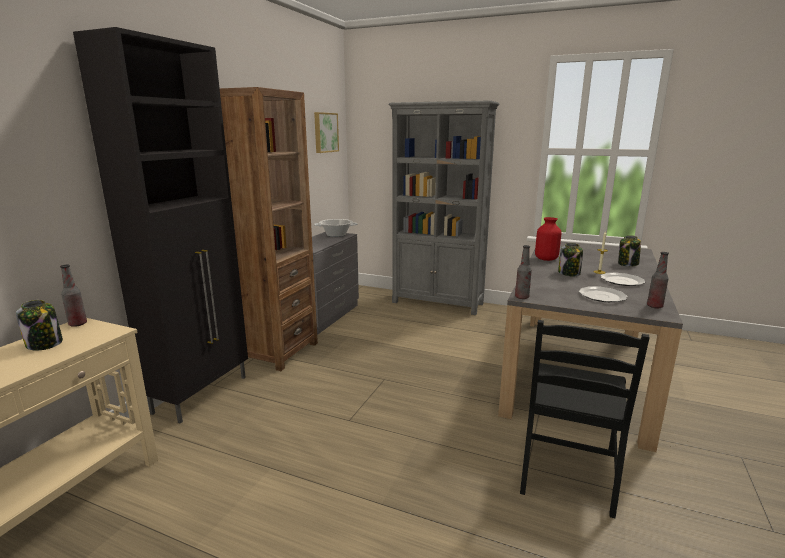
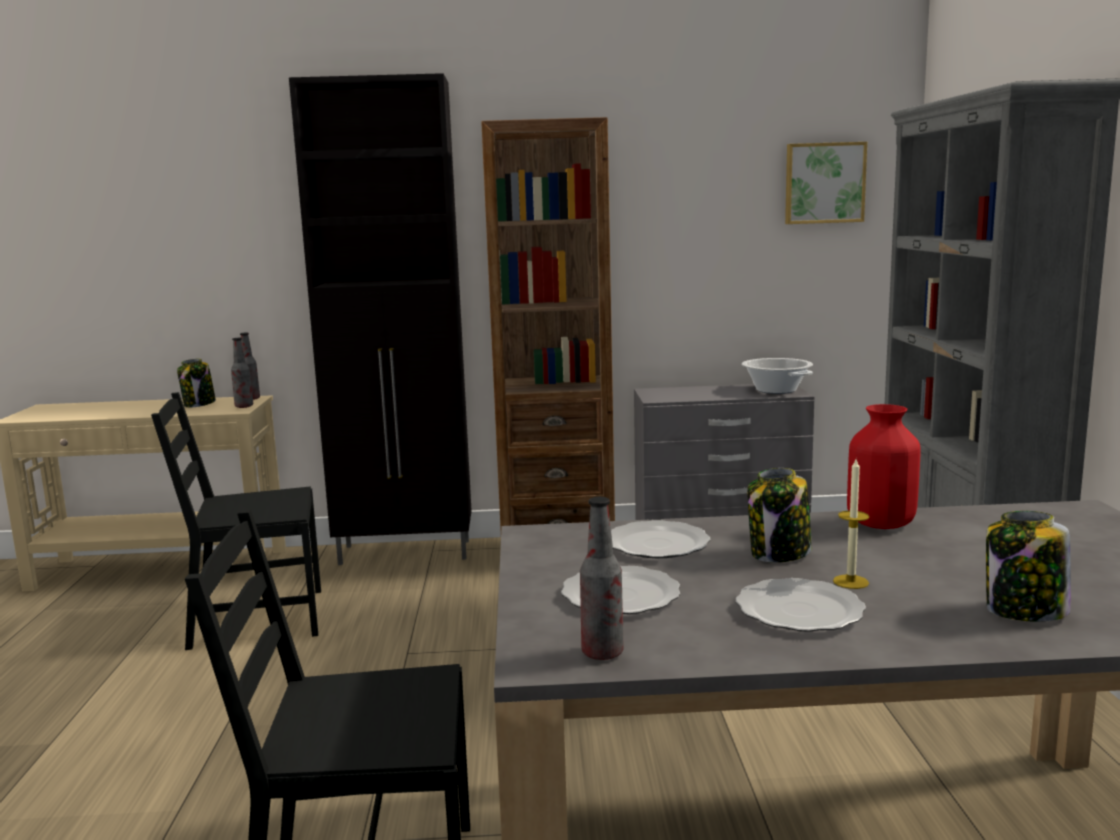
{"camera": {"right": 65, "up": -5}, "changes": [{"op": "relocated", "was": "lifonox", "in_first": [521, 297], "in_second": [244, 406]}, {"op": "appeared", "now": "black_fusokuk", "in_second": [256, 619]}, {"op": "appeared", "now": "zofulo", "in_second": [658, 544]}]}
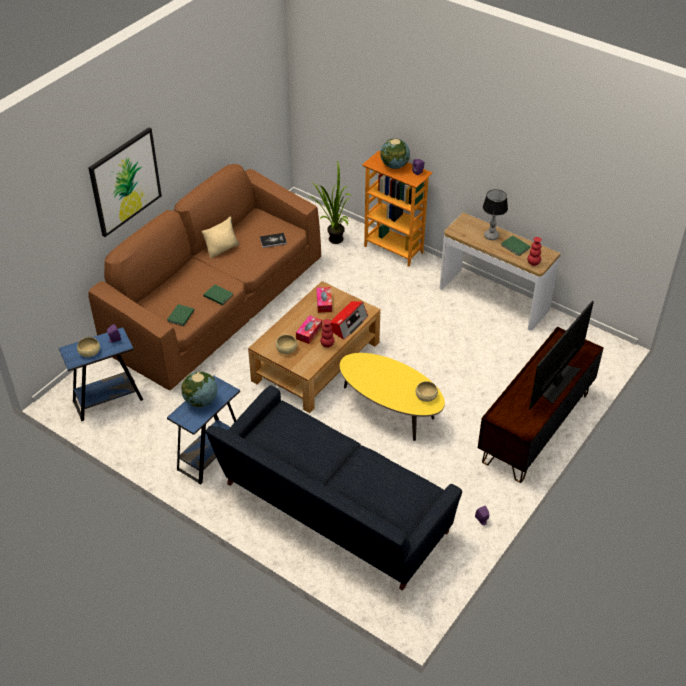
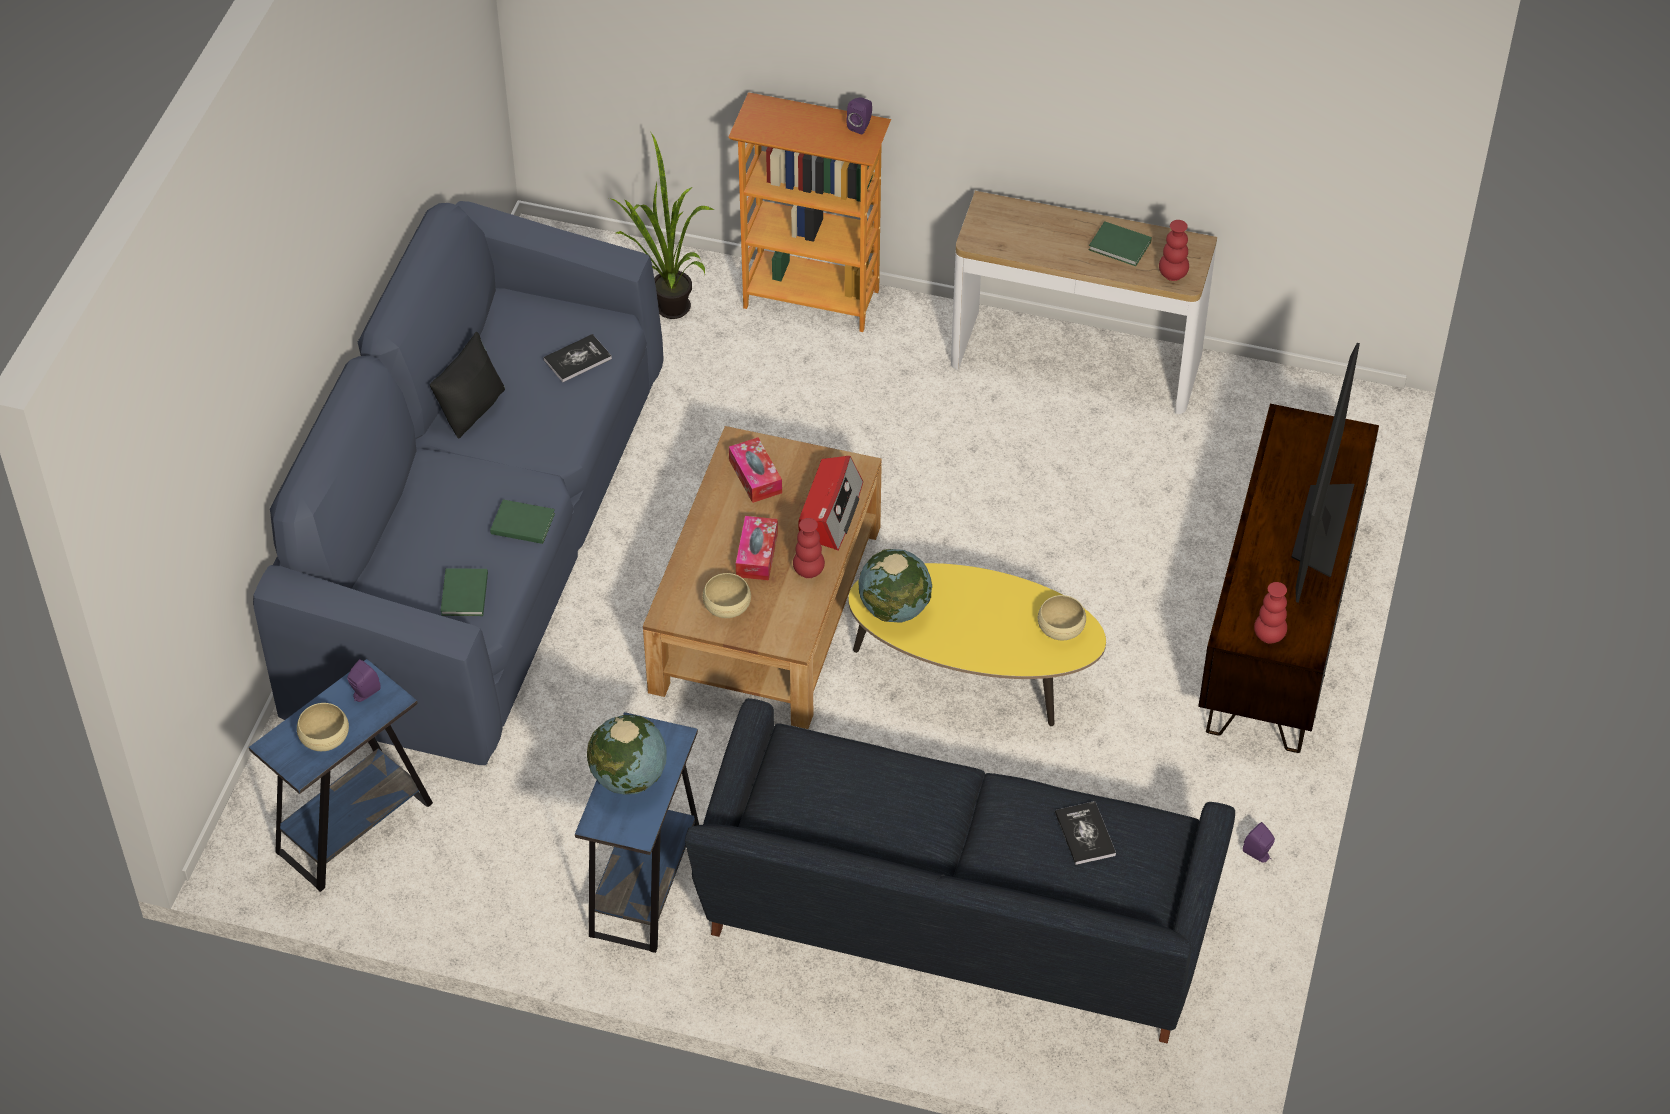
{"camera": {"right": -20, "up": 5}, "changes": [{"op": "missing", "was": "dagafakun", "in_first": [125, 181]}, {"op": "relocated", "was": "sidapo", "in_first": [394, 166], "in_second": [894, 609]}, {"op": "colour", "was": "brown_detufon", "now": "blue_detufon", "in_first": [216, 304], "in_second": [480, 536]}, {"op": "missing", "was": "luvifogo", "in_first": [491, 236]}, {"op": "colour", "was": "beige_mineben", "now": "black_mineben", "in_first": [222, 249], "in_second": [472, 409]}, {"op": "appeared", "now": "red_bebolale", "in_second": [1269, 636]}, {"op": "appeared", "now": "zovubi", "in_second": [1085, 834]}]}
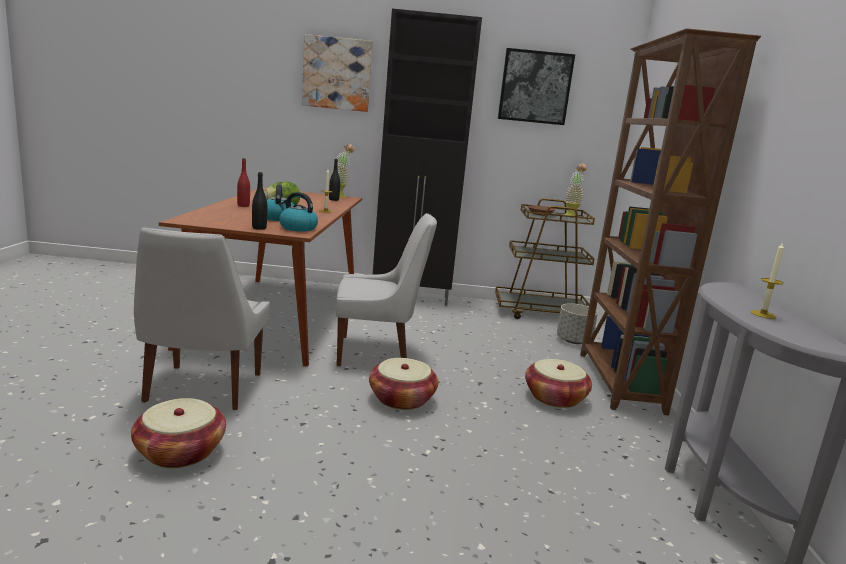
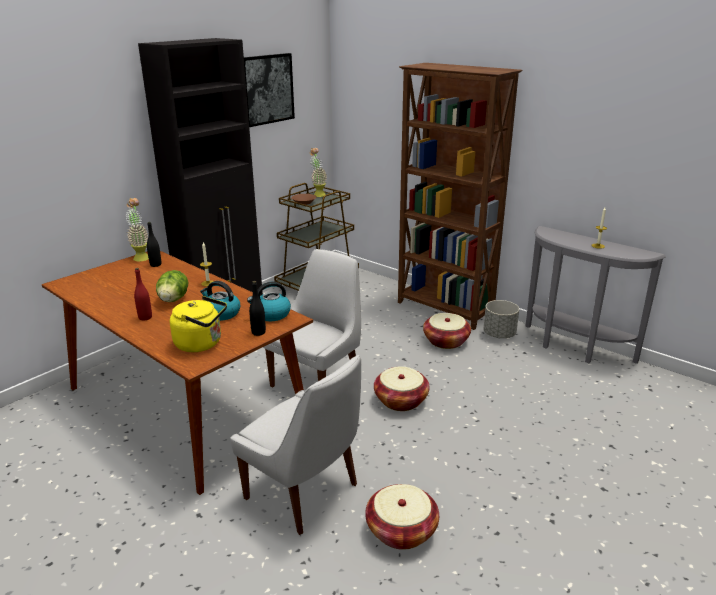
{"camera": {"right": -50, "up": 10}, "changes": [{"op": "missing", "was": "dagafakun", "in_first": [337, 73]}, {"op": "relocated", "was": "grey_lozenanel", "in_first": [573, 341], "in_second": [499, 334]}, {"op": "appeared", "now": "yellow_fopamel", "in_second": [201, 344]}]}
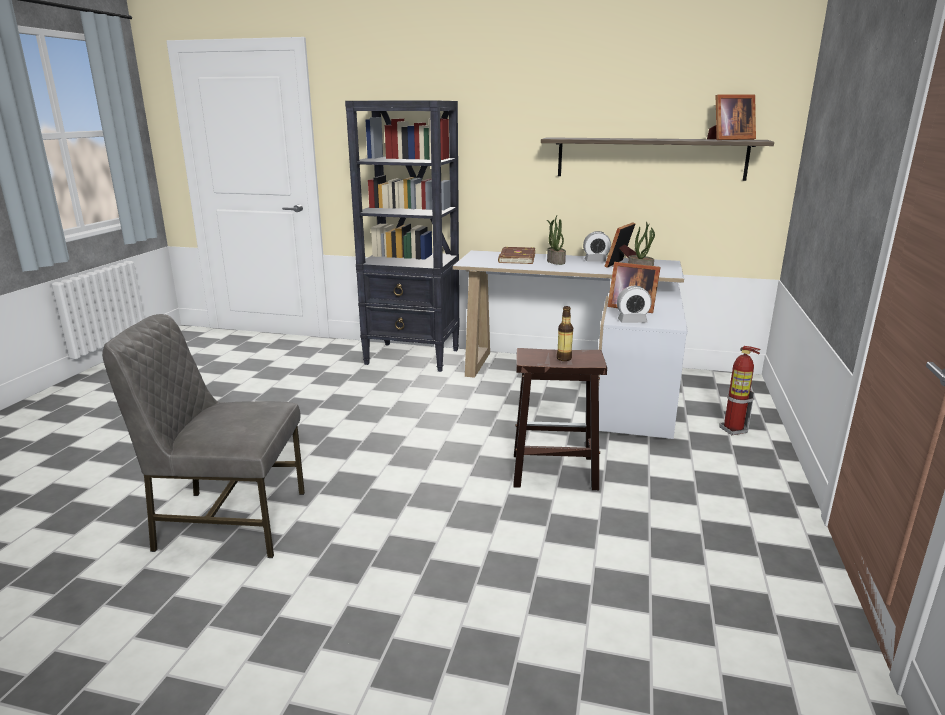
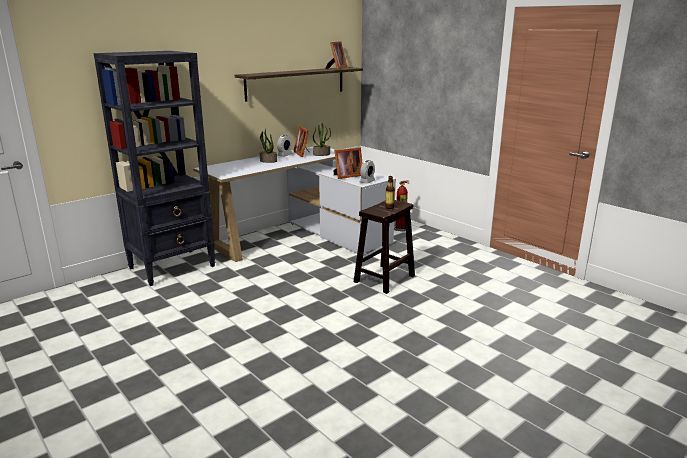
{"camera": {"right": -55, "up": 0}, "changes": [{"op": "missing", "was": "brown_zovubi", "in_first": [516, 258]}, {"op": "missing", "was": "grey_fusokuk", "in_first": [229, 521]}]}
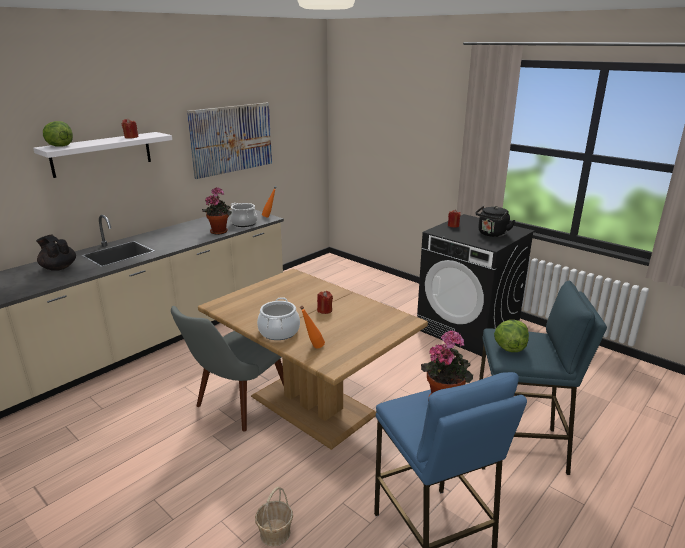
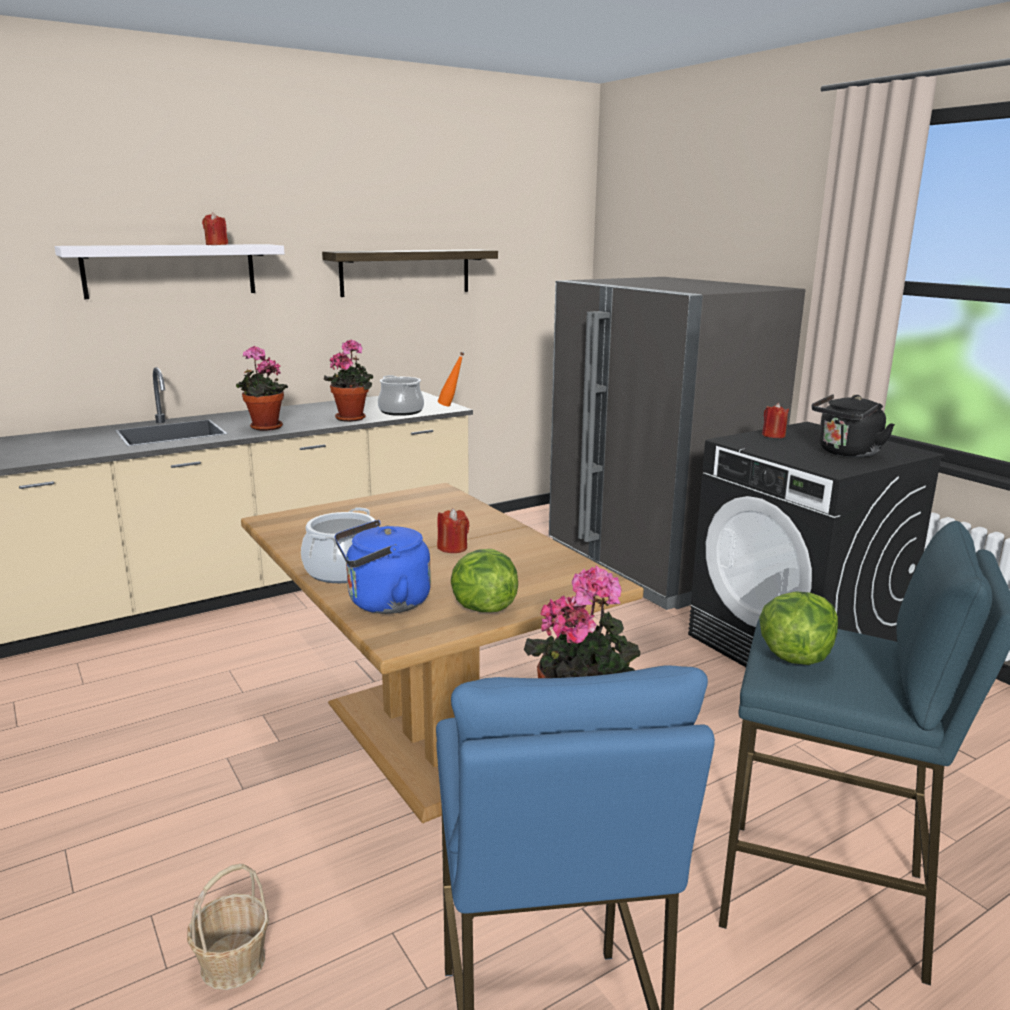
{"camera": {"right": 15, "up": -5}, "changes": [{"op": "exchanged", "was": "dagafakun", "now": "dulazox", "in_first": [231, 139], "in_second": [406, 272]}, {"op": "relocated", "was": "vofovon", "in_first": [59, 146], "in_second": [482, 608]}, {"op": "missing", "was": "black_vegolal", "in_first": [58, 268]}, {"op": "missing", "was": "grey_fusokuk", "in_first": [235, 407]}, {"op": "exchanged", "was": "orange_lifonox", "now": "blue_fopamel", "in_first": [312, 348], "in_second": [384, 603]}, {"op": "appeared", "now": "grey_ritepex", "in_second": [654, 565]}, {"op": "appeared", "now": "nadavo", "in_second": [263, 428]}]}
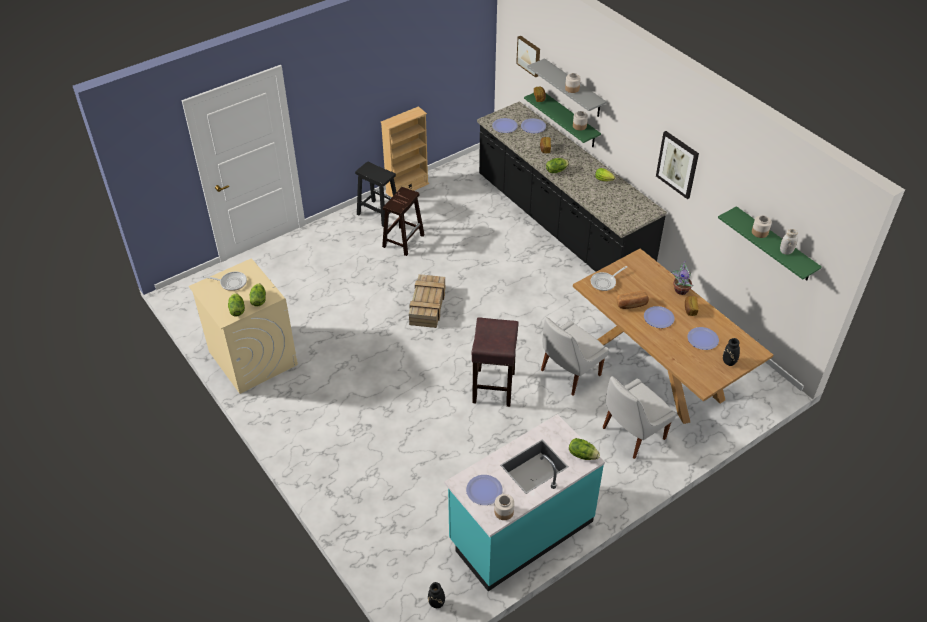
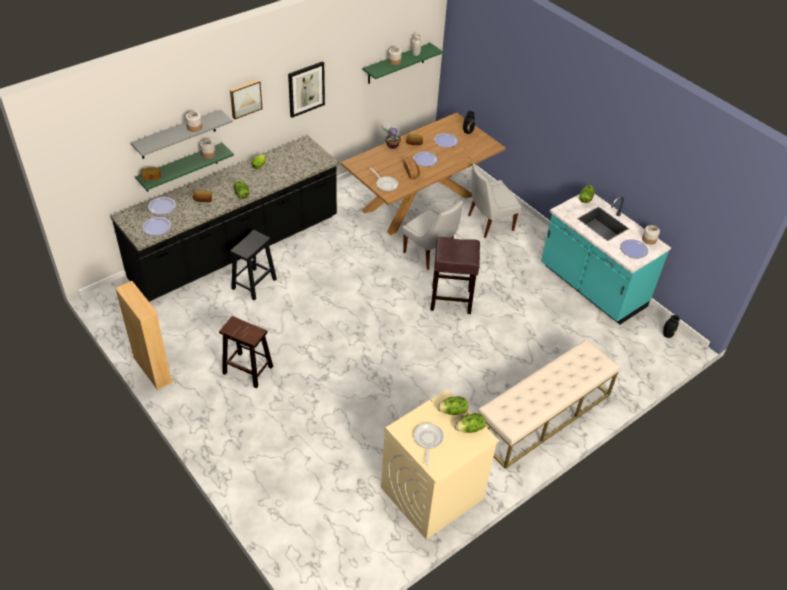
{"camera": {"right": -95, "up": 0}, "changes": [{"op": "relocated", "was": "dagafakun", "in_first": [529, 55], "in_second": [245, 98]}, {"op": "relocated", "was": "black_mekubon", "in_first": [378, 213], "in_second": [254, 284]}, {"op": "missing", "was": "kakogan", "in_first": [427, 305]}, {"op": "spun", "was": "white_fusokuk", "in_first": [631, 434], "in_second": [488, 223], "clockwise": 105}, {"op": "appeared", "now": "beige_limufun", "in_second": [543, 415]}]}
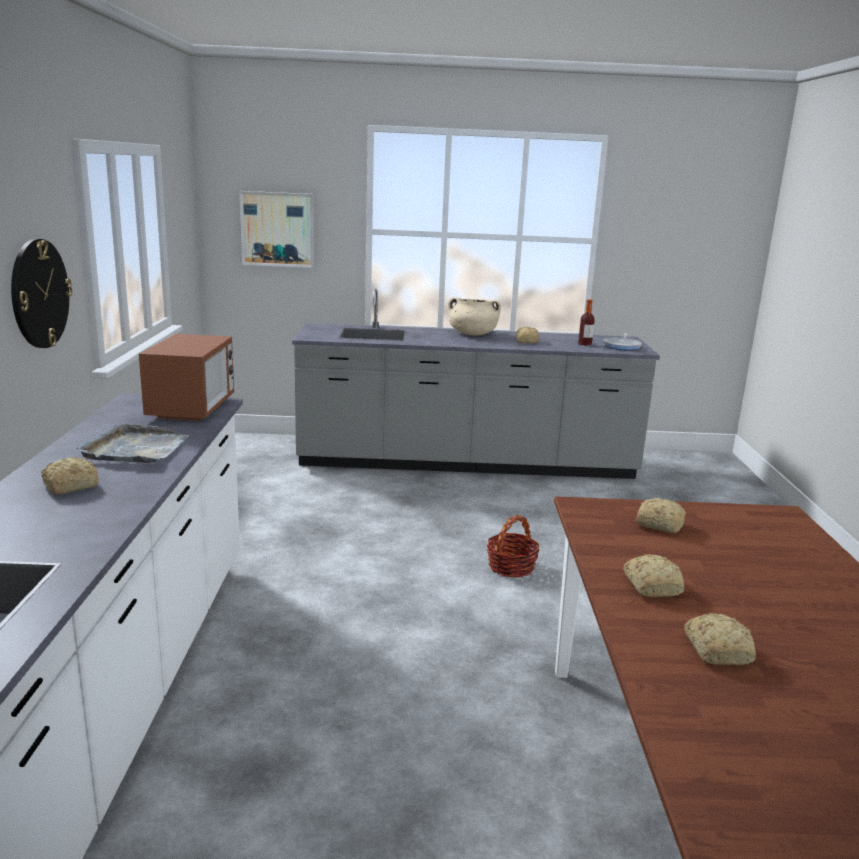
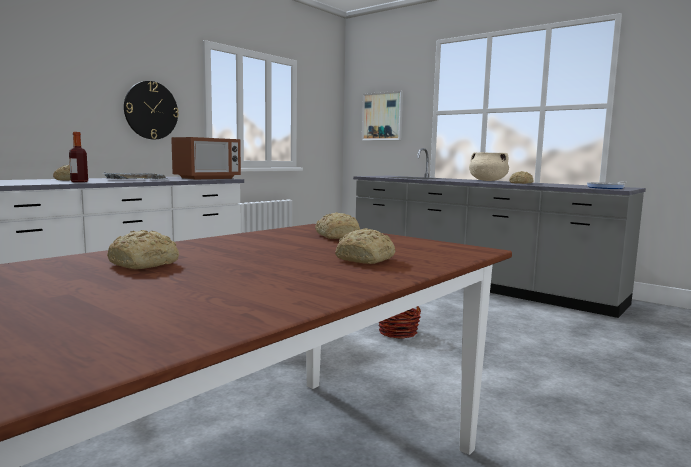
{"camera": {"right": 40, "up": -10}, "changes": [{"op": "relocated", "was": "lifonox", "in_first": [584, 344], "in_second": [79, 181]}, {"op": "relocated", "was": "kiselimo", "in_first": [652, 586], "in_second": [366, 259]}]}
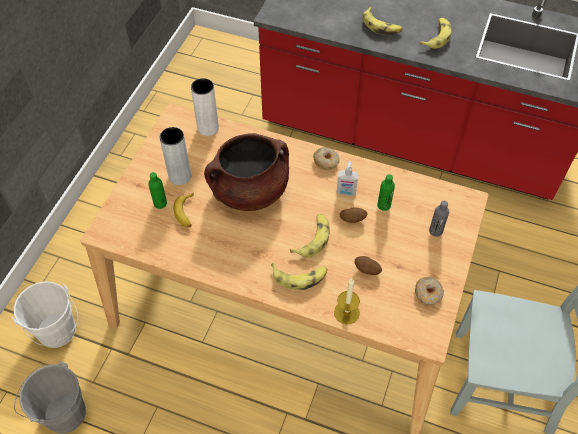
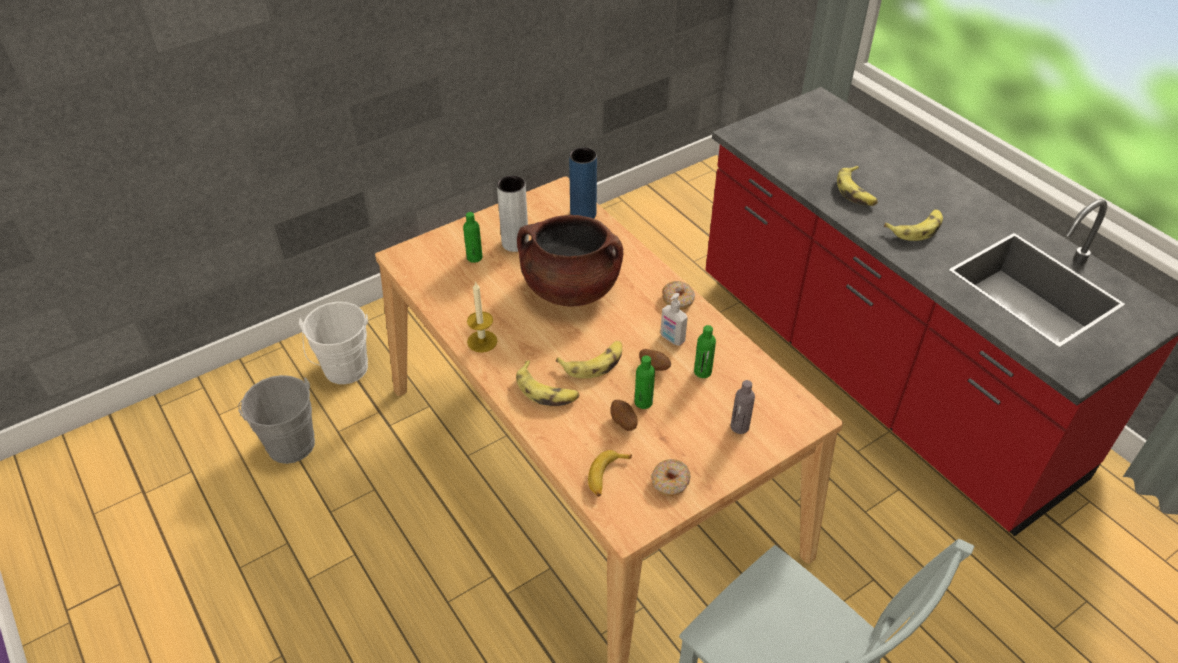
{"camera": {"right": 35, "up": -10}, "changes": [{"op": "colour", "was": "white_bebolale", "now": "blue_bebolale", "in_first": [208, 128], "in_second": [583, 214]}, {"op": "relocated", "was": "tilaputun", "in_first": [186, 213], "in_second": [607, 476]}, {"op": "relocated", "was": "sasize", "in_first": [346, 312], "in_second": [482, 341]}, {"op": "appeared", "now": "green_lifonox", "in_second": [643, 402]}]}
